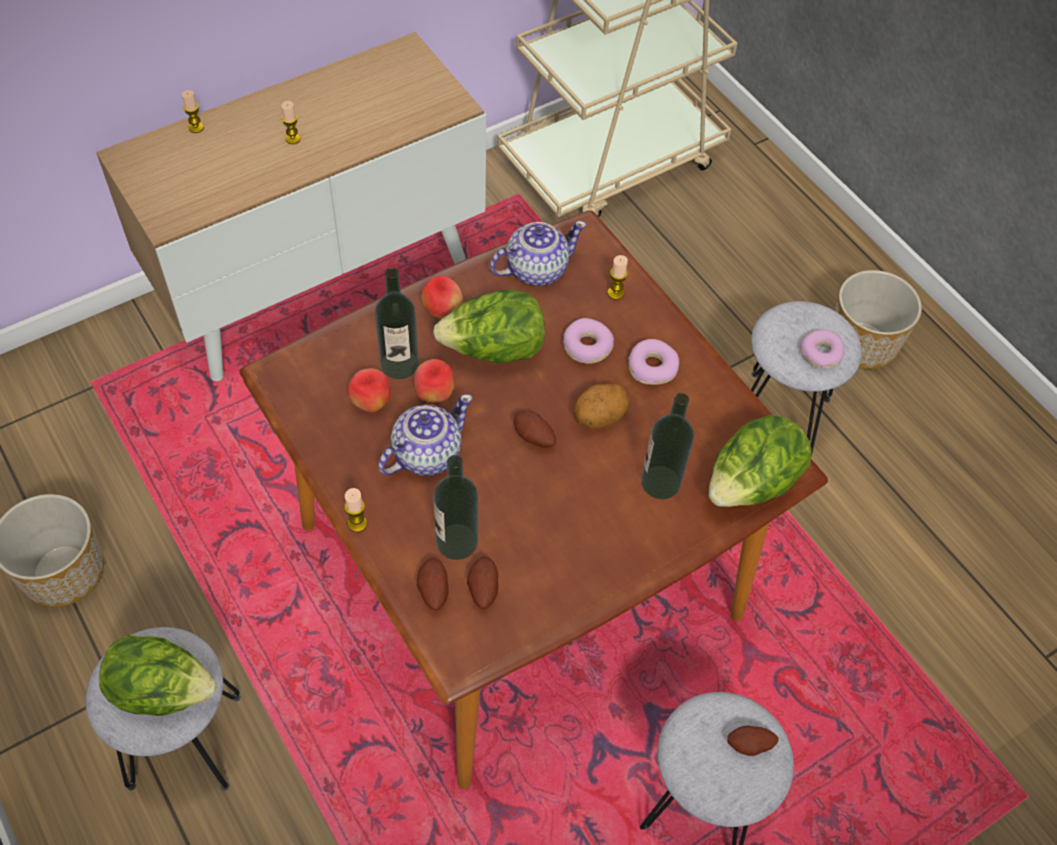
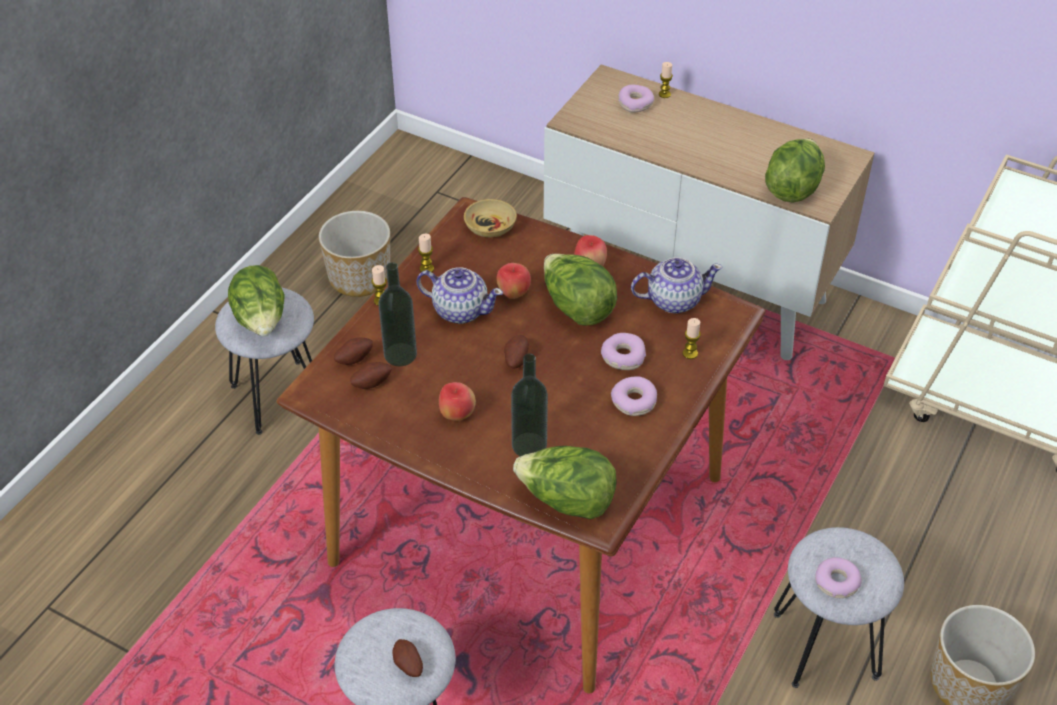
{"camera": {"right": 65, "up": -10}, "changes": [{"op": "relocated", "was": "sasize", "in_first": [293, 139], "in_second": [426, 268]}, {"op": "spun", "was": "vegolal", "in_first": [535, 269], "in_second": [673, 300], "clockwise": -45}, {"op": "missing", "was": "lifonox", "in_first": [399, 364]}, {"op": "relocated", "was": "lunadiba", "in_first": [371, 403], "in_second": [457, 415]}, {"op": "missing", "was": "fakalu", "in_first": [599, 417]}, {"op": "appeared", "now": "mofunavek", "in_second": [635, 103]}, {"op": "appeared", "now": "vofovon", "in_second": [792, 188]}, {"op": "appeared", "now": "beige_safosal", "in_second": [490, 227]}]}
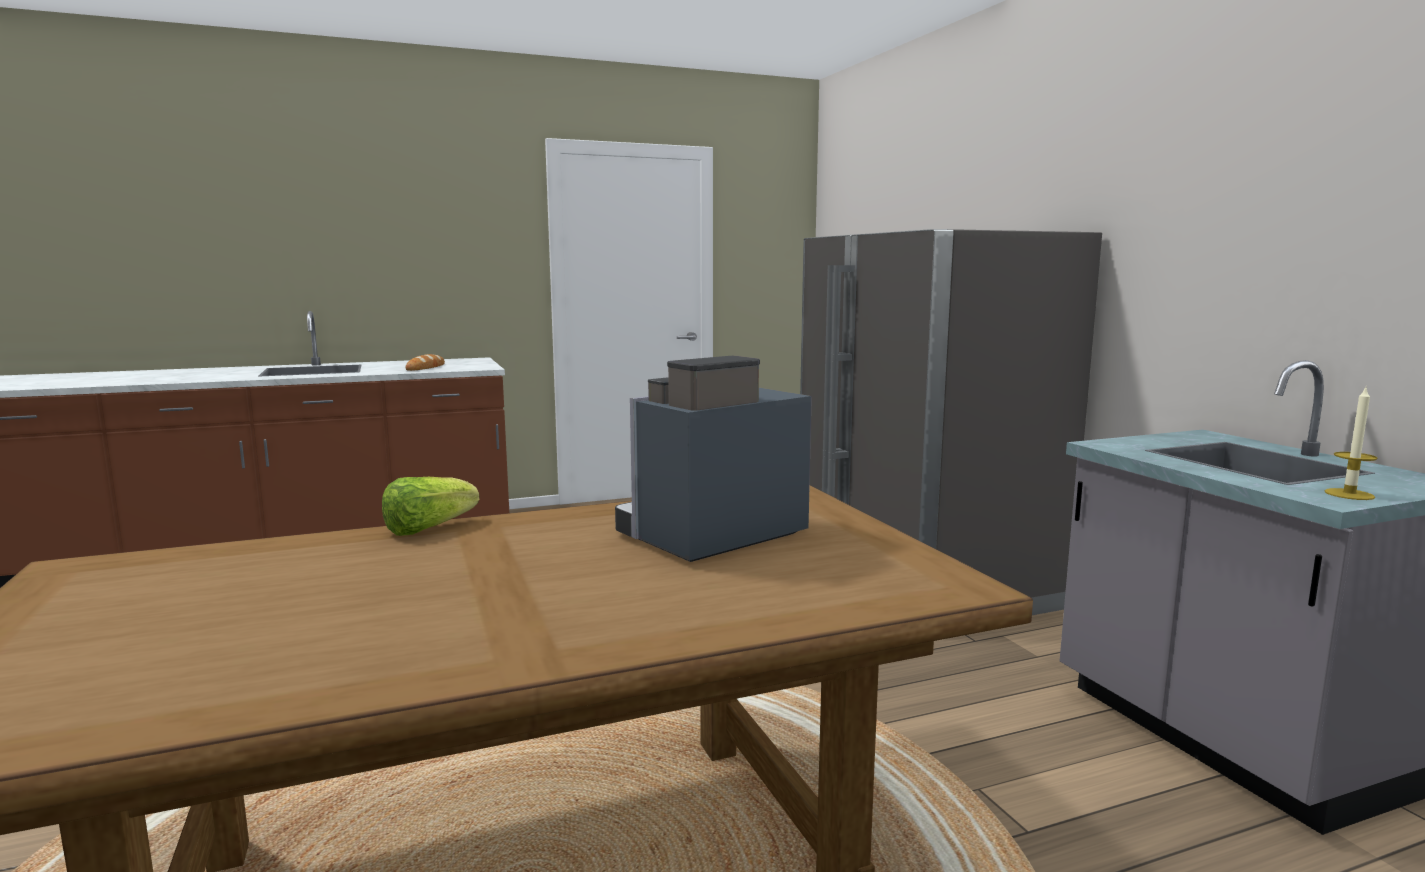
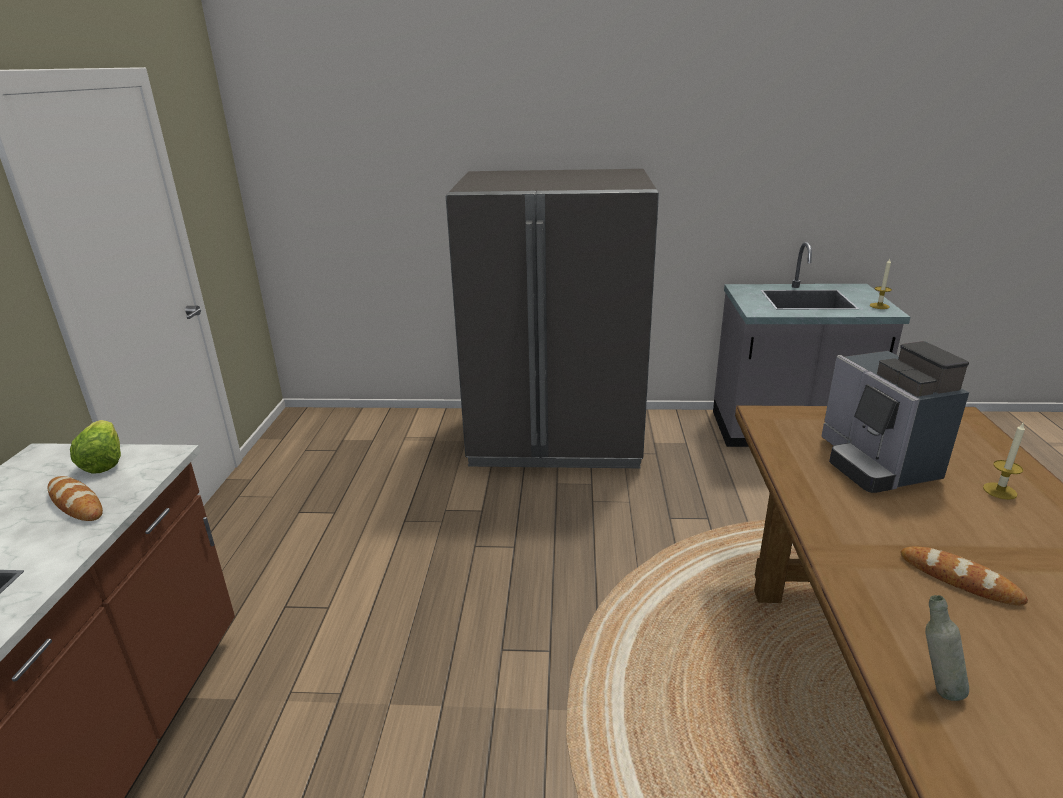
{"camera": {"right": -65, "up": 15}, "changes": [{"op": "relocated", "was": "vofovon", "in_first": [428, 529], "in_second": [104, 461]}, {"op": "appeared", "now": "sasize", "in_second": [999, 491]}, {"op": "appeared", "now": "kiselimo", "in_second": [959, 579]}, {"op": "appeared", "now": "grey_lifonox", "in_second": [935, 687]}]}
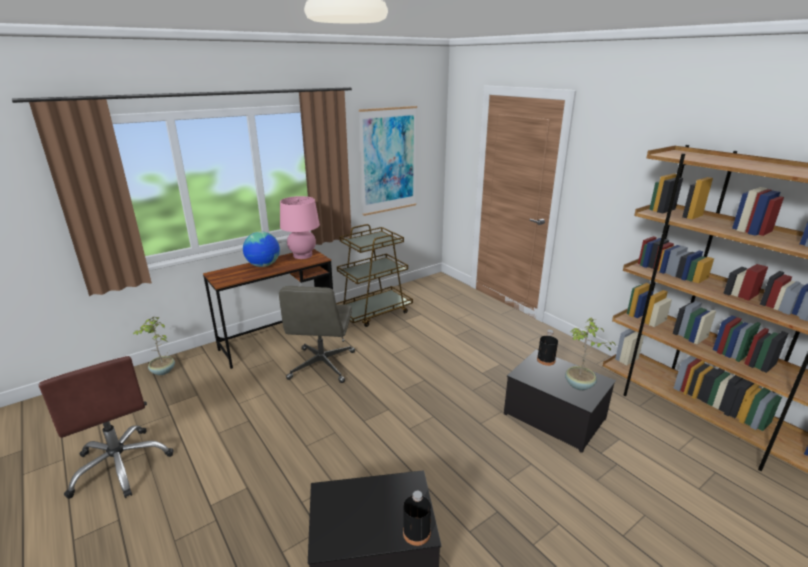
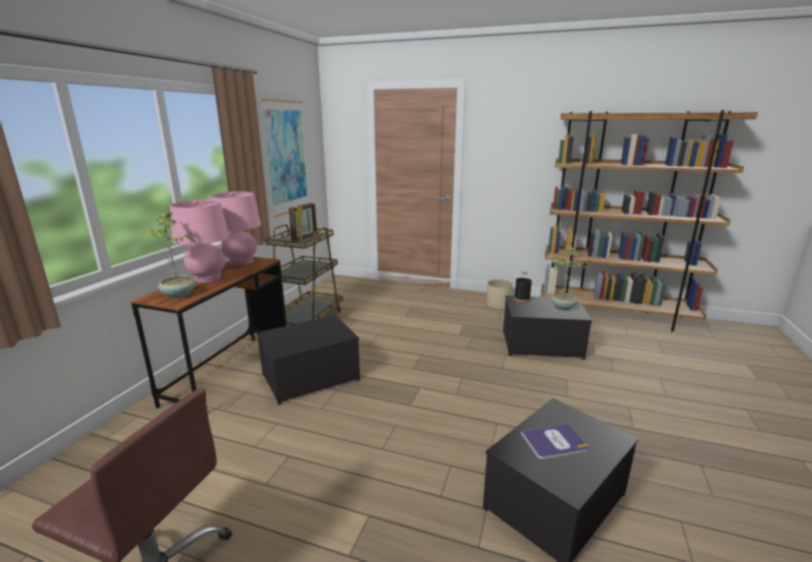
{"camera": {"right": -35, "up": -5}, "changes": [{"op": "exchanged", "was": "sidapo", "now": "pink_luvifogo", "in_first": [263, 265], "in_second": [207, 278]}, {"op": "exchanged", "was": "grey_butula", "now": "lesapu", "in_first": [322, 366], "in_second": [310, 377]}, {"op": "relocated", "was": "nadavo", "in_first": [162, 371], "in_second": [179, 295]}, {"op": "missing", "was": "black_lifonox", "in_first": [416, 532]}, {"op": "appeared", "now": "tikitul", "in_second": [305, 238]}, {"op": "appeared", "now": "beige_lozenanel", "in_second": [498, 304]}, {"op": "appeared", "now": "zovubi", "in_second": [554, 442]}]}
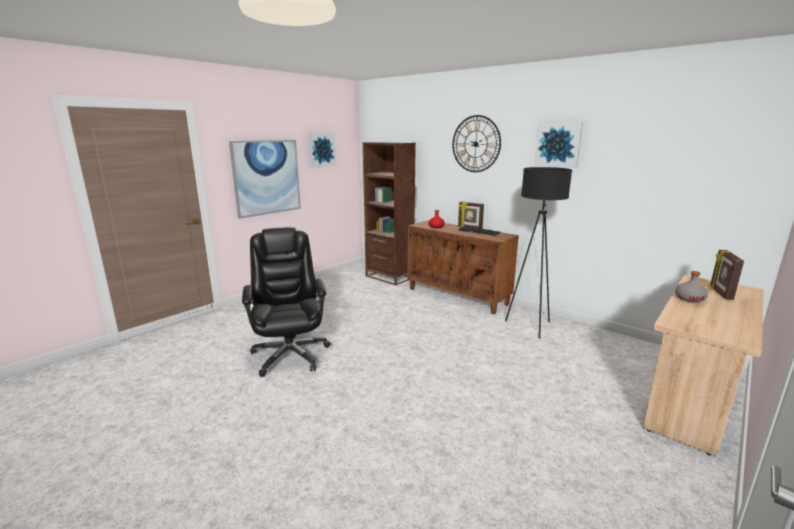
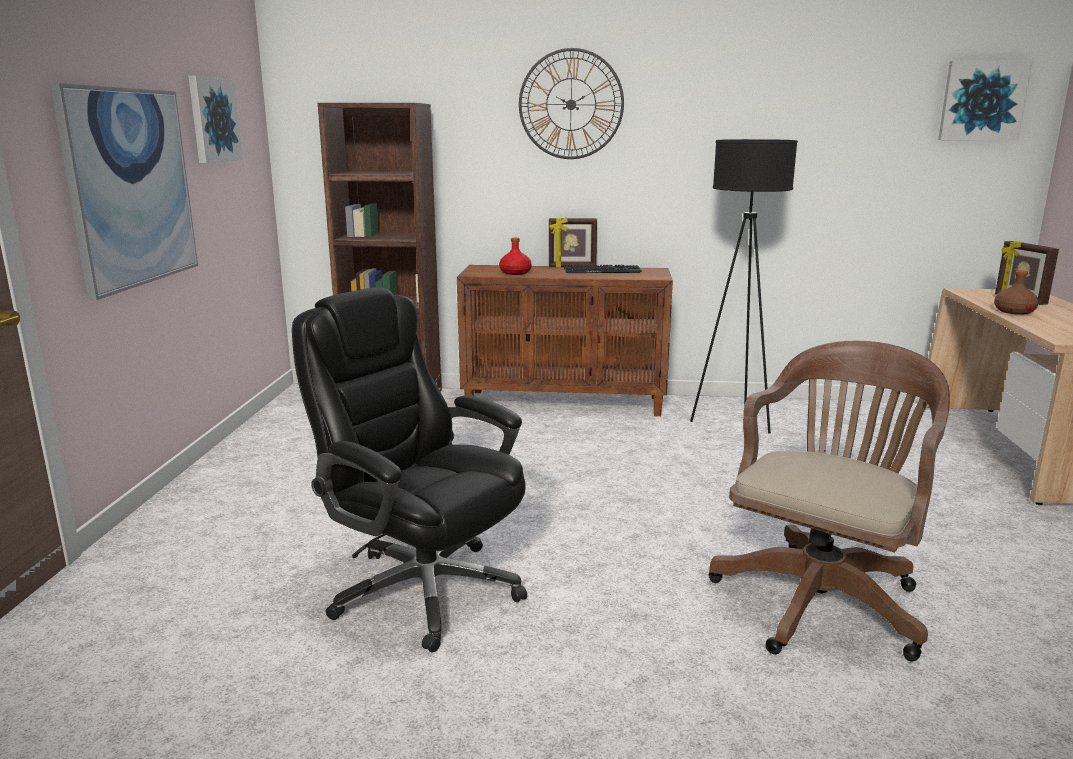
{"camera": {"right": -35, "up": 0}, "changes": [{"op": "relocated", "was": "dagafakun", "in_first": [558, 144], "in_second": [982, 101]}, {"op": "colour", "was": "grey_lifonox", "now": "brown_lifonox", "in_first": [689, 299], "in_second": [1013, 311]}, {"op": "appeared", "now": "brown_butula", "in_second": [822, 598]}]}
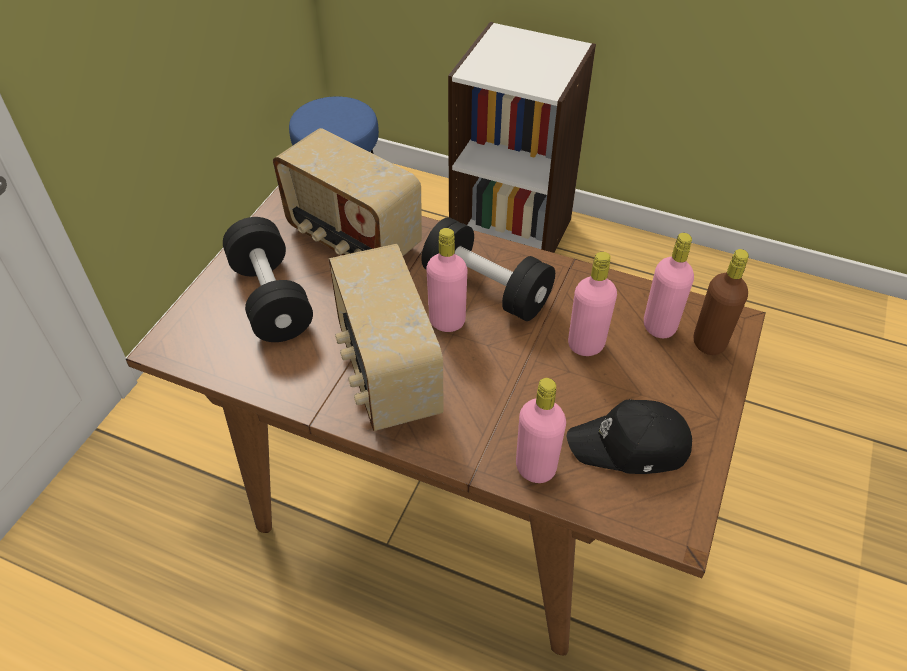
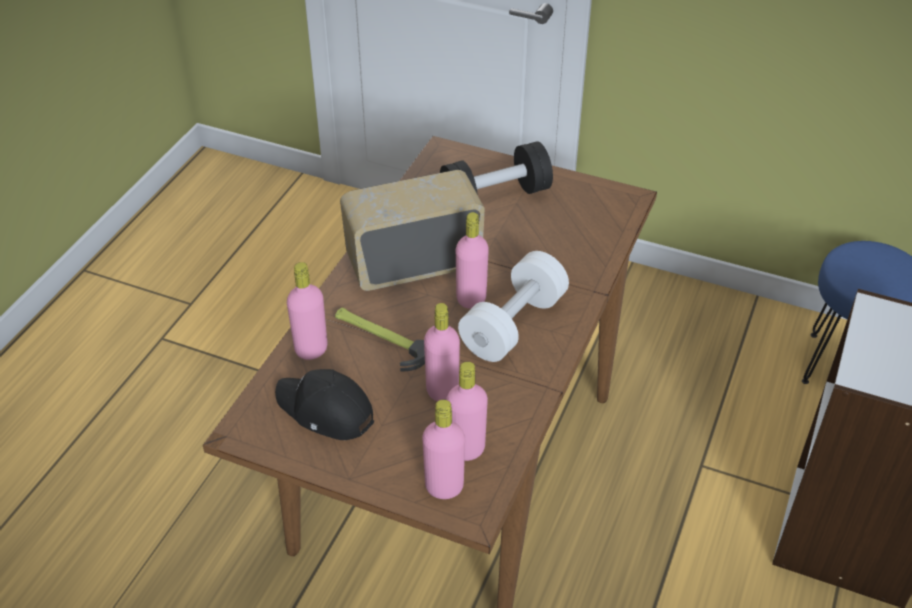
{"camera": {"right": 90, "up": -5}, "changes": [{"op": "missing", "was": "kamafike", "in_first": [352, 240]}, {"op": "colour", "was": "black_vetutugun", "now": "white_vetutugun", "in_first": [486, 289], "in_second": [513, 325]}, {"op": "colour", "was": "brown_lifonox", "now": "pink_lifonox", "in_first": [709, 342], "in_second": [444, 487]}, {"op": "spun", "was": "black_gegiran", "in_first": [631, 446], "in_second": [325, 411], "clockwise": -60}, {"op": "appeared", "now": "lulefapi", "in_second": [383, 336]}]}
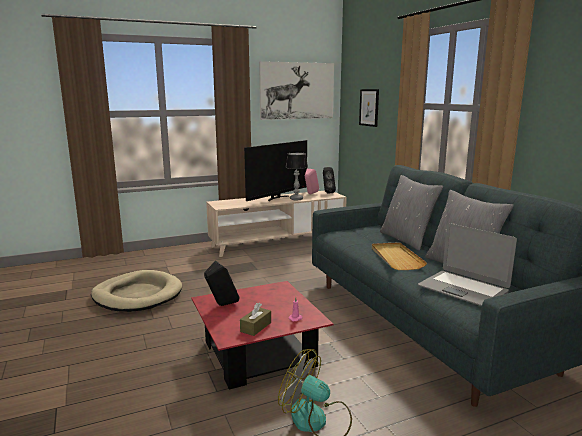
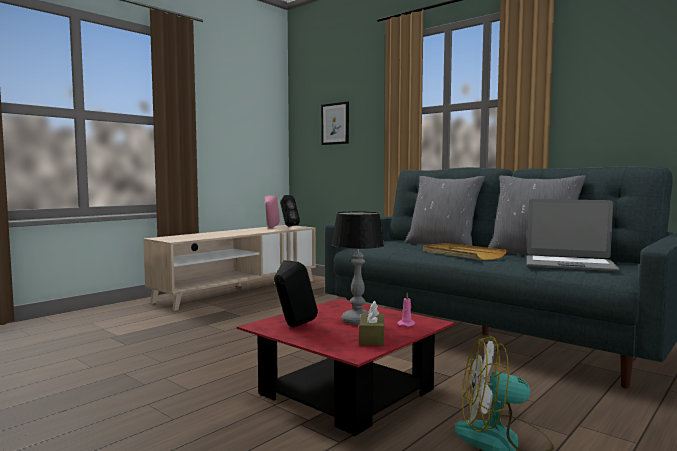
{"camera": {"right": -25, "up": -10}, "changes": [{"op": "missing", "was": "dagafakun", "in_first": [297, 91]}, {"op": "missing", "was": "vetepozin", "in_first": [277, 198]}, {"op": "relocated", "was": "luvifogo", "in_first": [296, 199], "in_second": [357, 321]}, {"op": "missing", "was": "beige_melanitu", "in_first": [137, 295]}]}
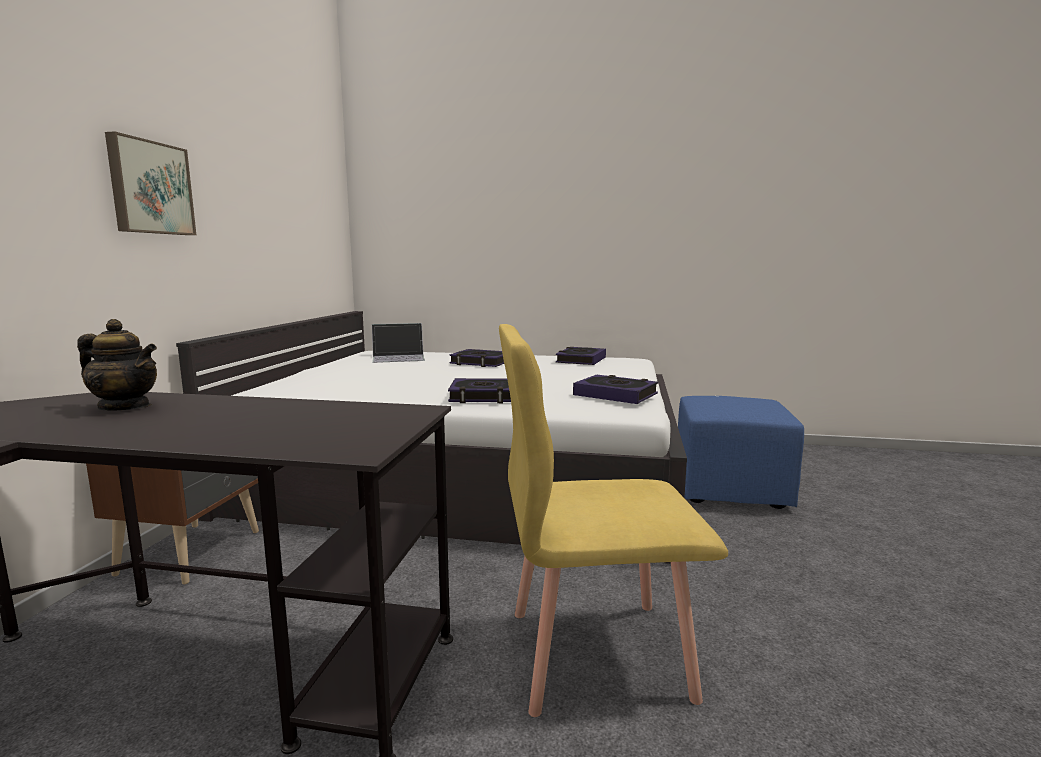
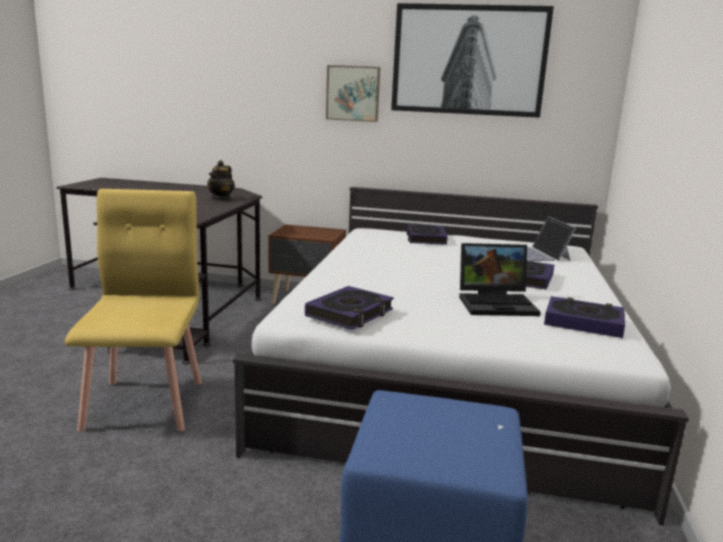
{"camera": {"right": 90, "up": 5}, "changes": [{"op": "relocated", "was": "zovubi", "in_first": [485, 396], "in_second": [425, 238]}, {"op": "appeared", "now": "dagafakun", "in_second": [468, 60]}, {"op": "appeared", "now": "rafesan", "in_second": [497, 303]}]}
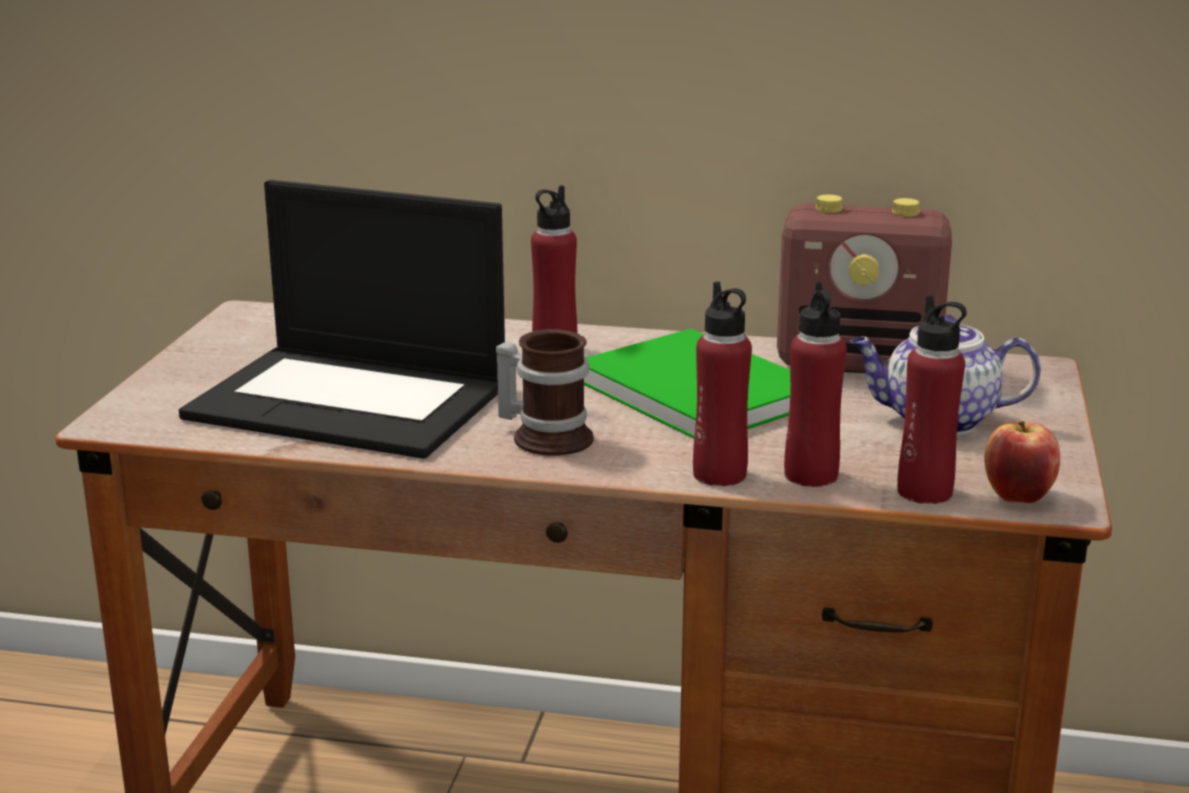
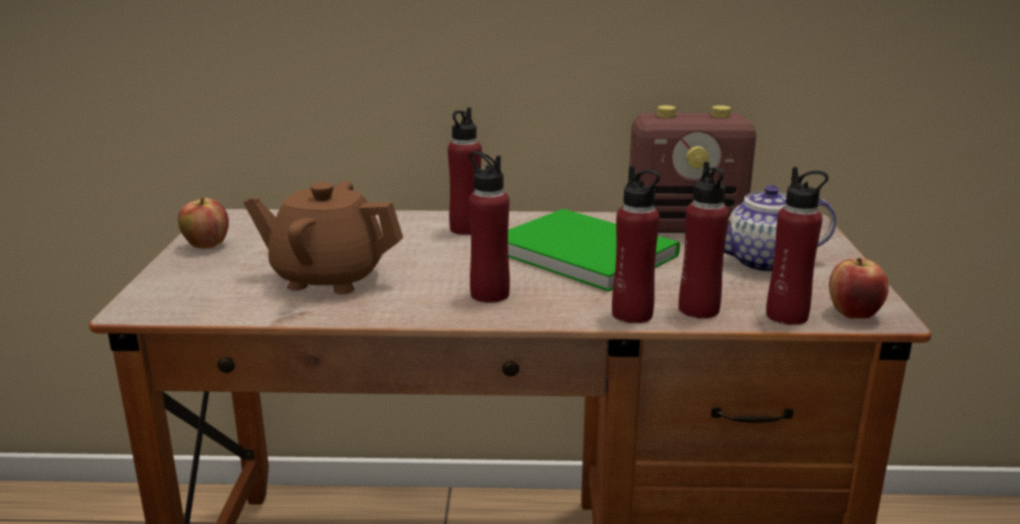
{"camera": {"right": -10, "up": 0}, "changes": [{"op": "exchanged", "was": "rafesan", "now": "brown_vegolal", "in_first": [353, 401], "in_second": [328, 278]}, {"op": "exchanged", "was": "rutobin", "now": "red_lifonox", "in_first": [547, 436], "in_second": [489, 294]}, {"op": "appeared", "now": "lunadiba", "in_second": [206, 245]}]}
